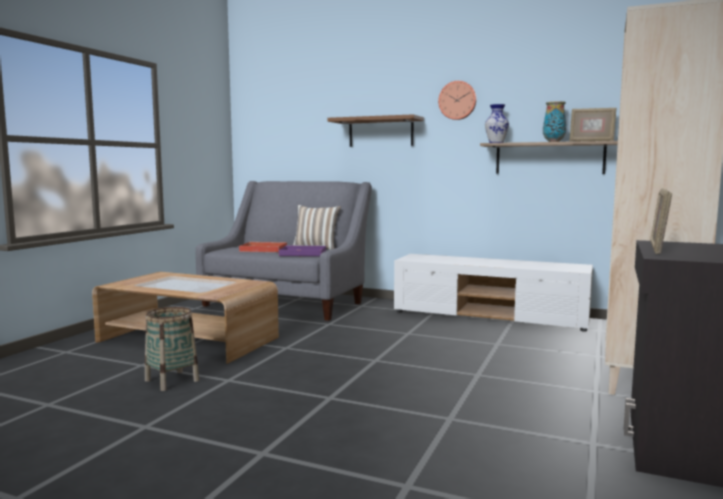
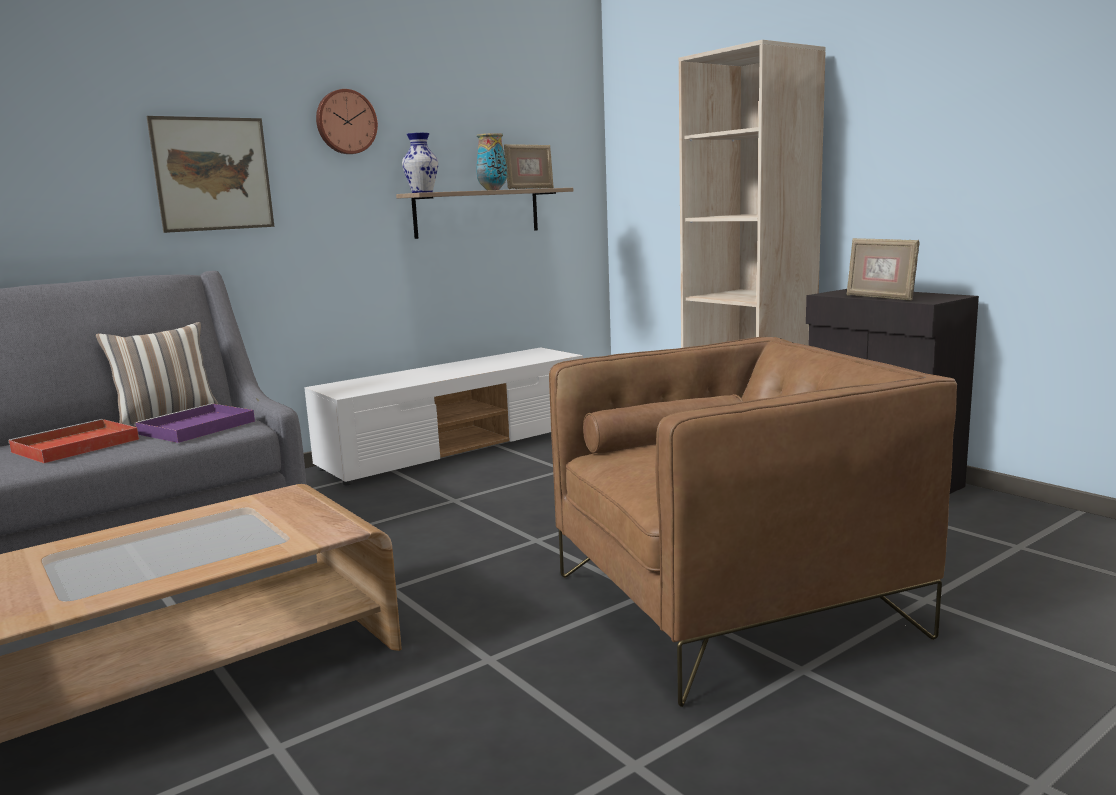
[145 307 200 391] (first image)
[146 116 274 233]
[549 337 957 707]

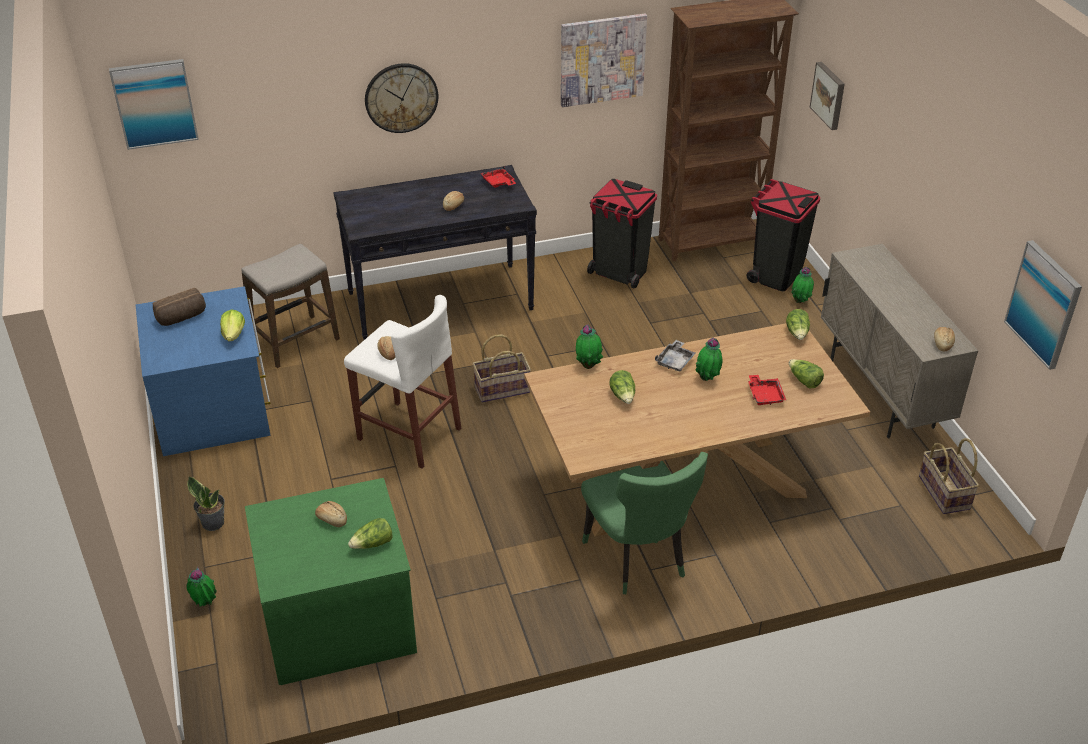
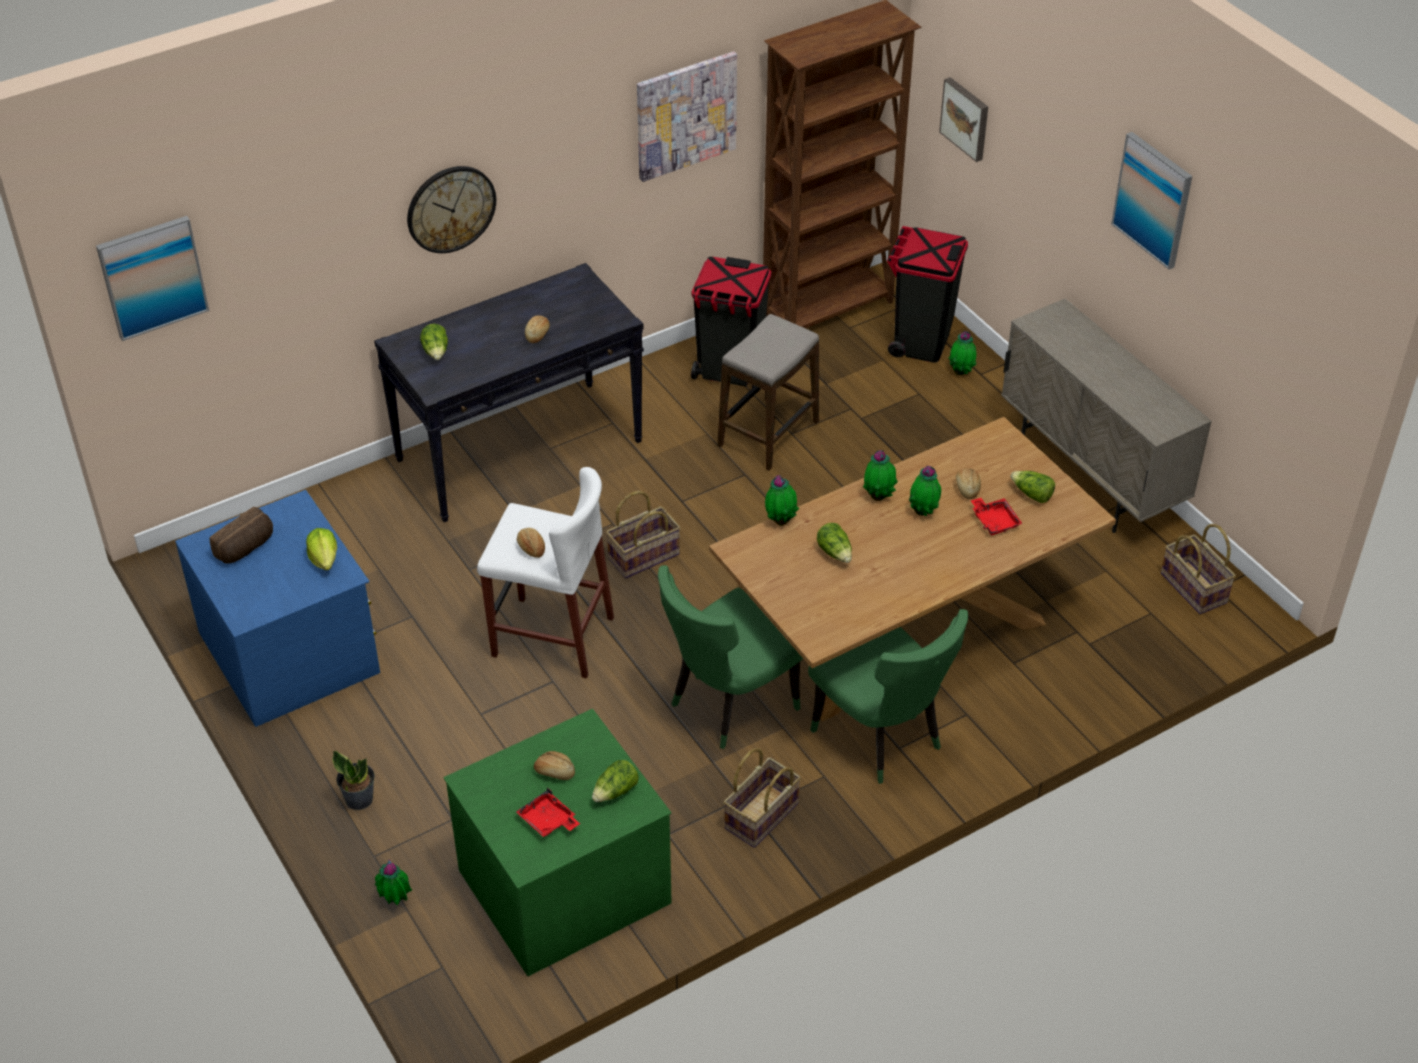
[717 314 819 471]
[516 787 580 837]
[863 450 898 501]
[420 324 448 360]
[956 468 981 499]
[1111 132 1192 270]
[658 565 803 749]
[723 748 801 848]

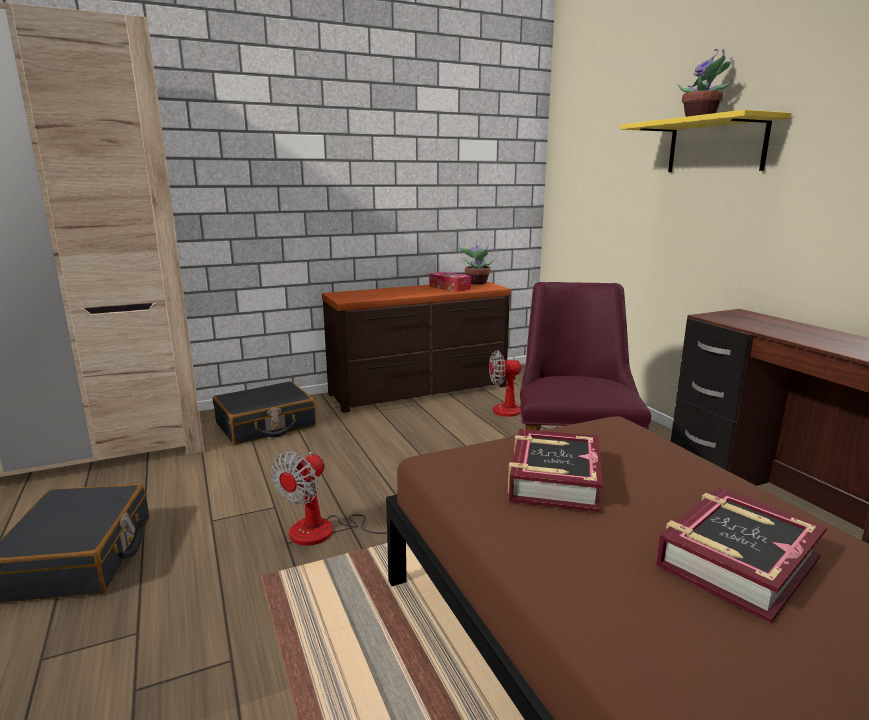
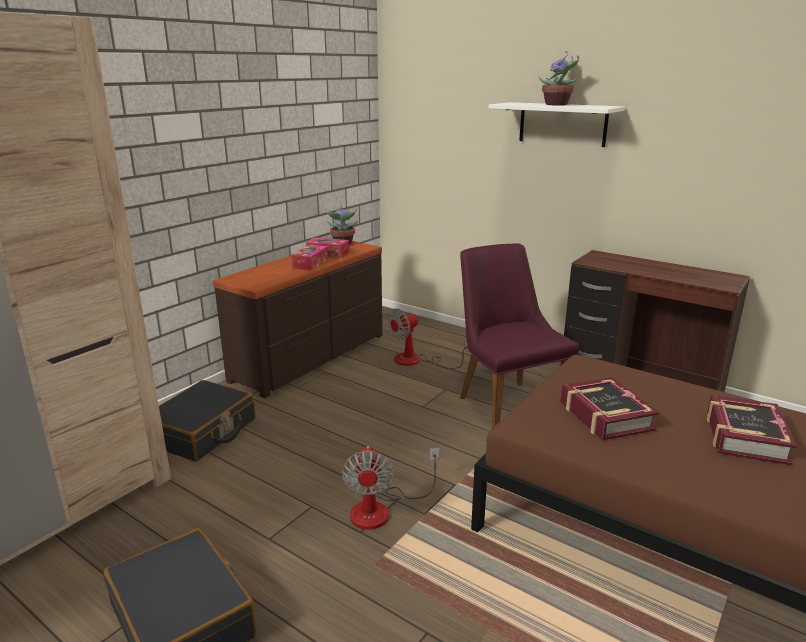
[489 102 625 147]
[291 245 329 271]

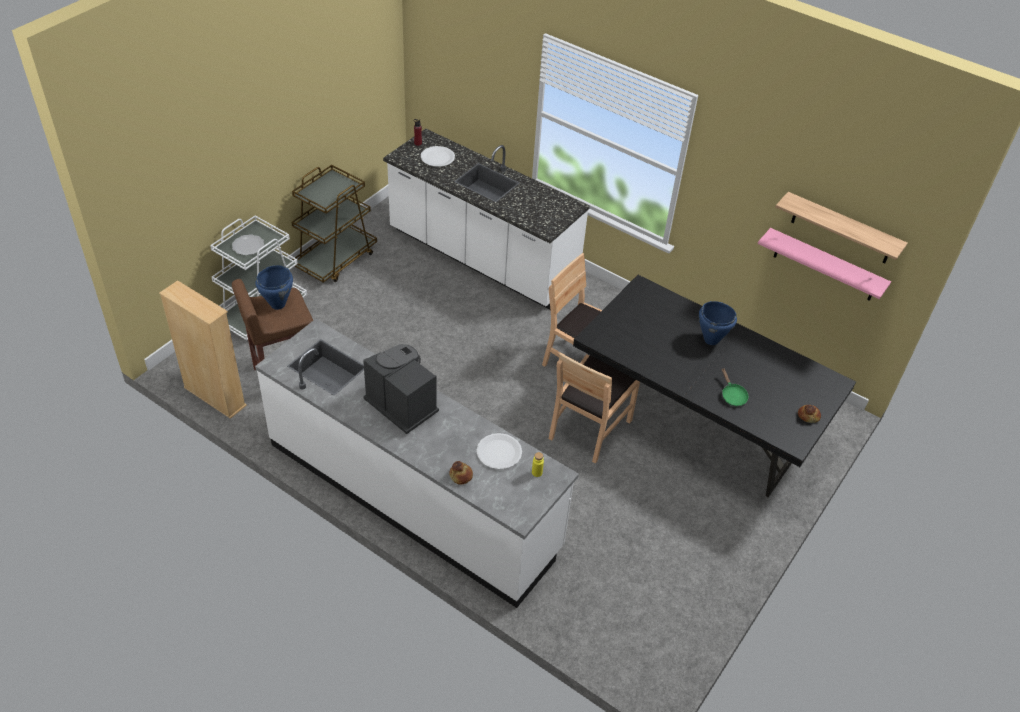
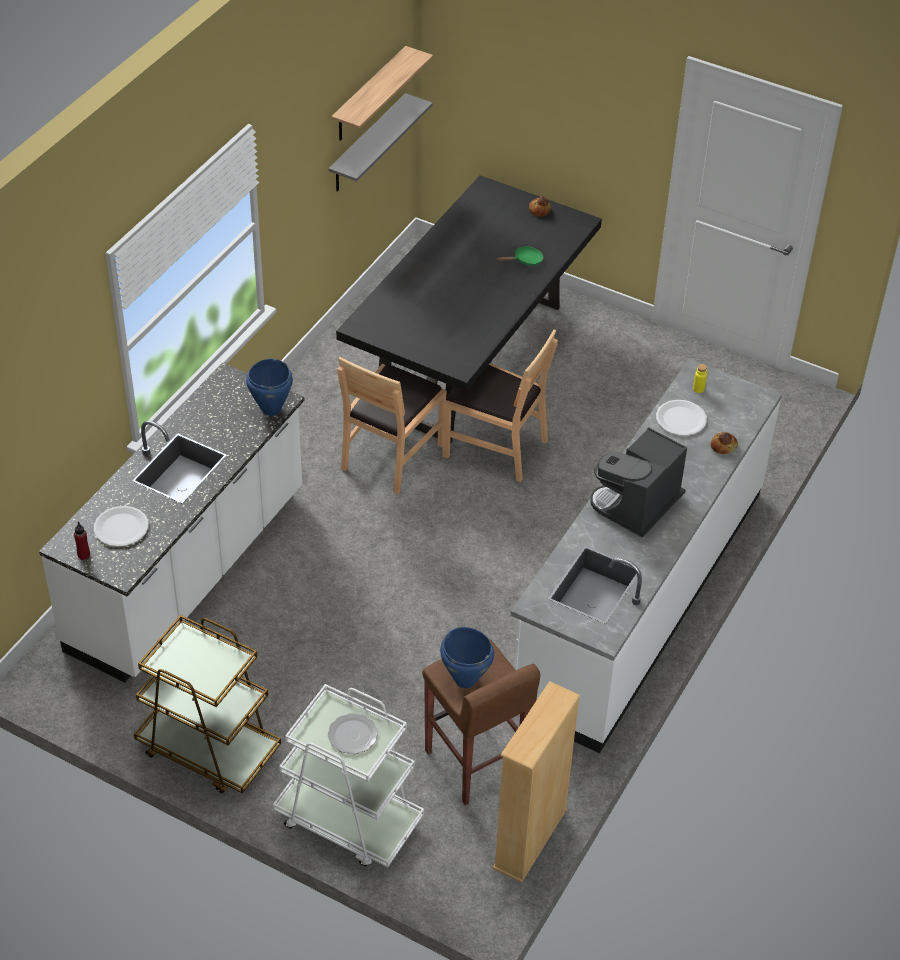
[246 358 293 416]
[328 93 433 192]

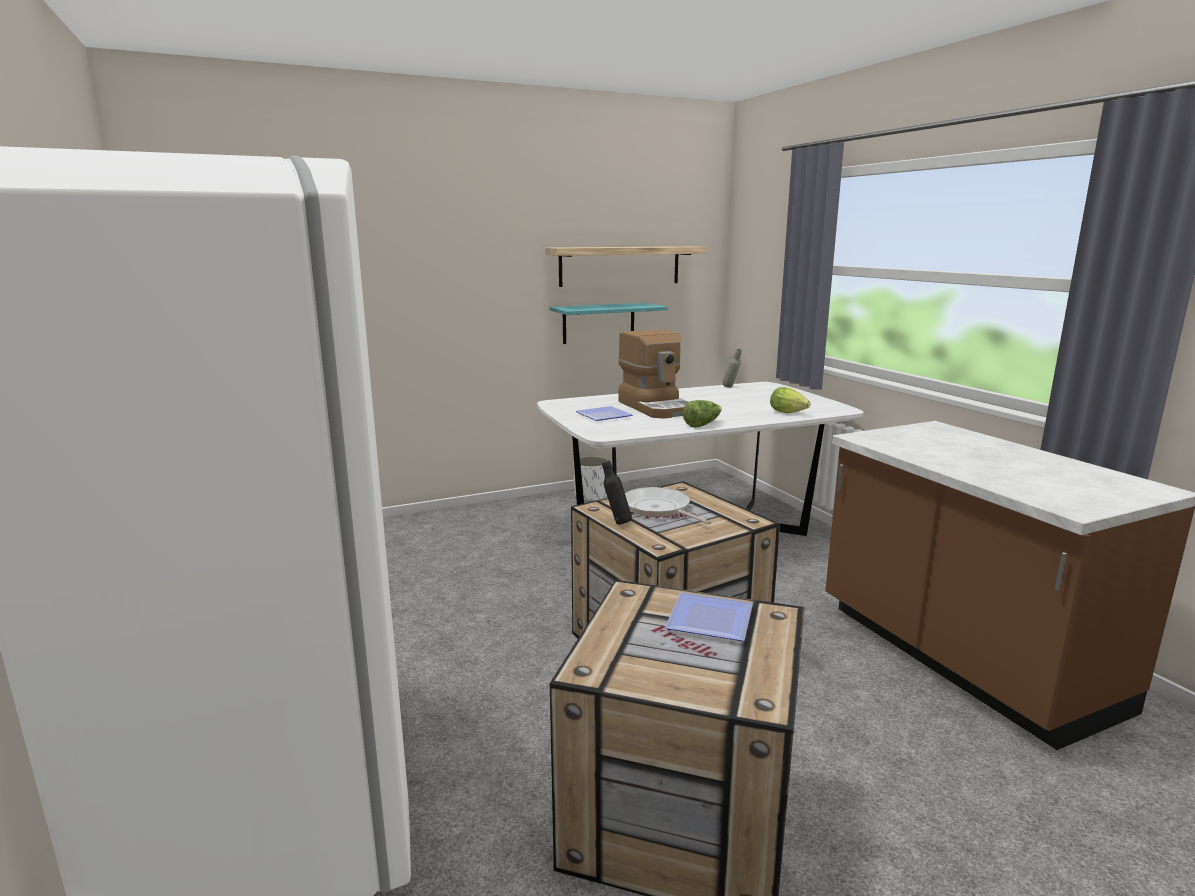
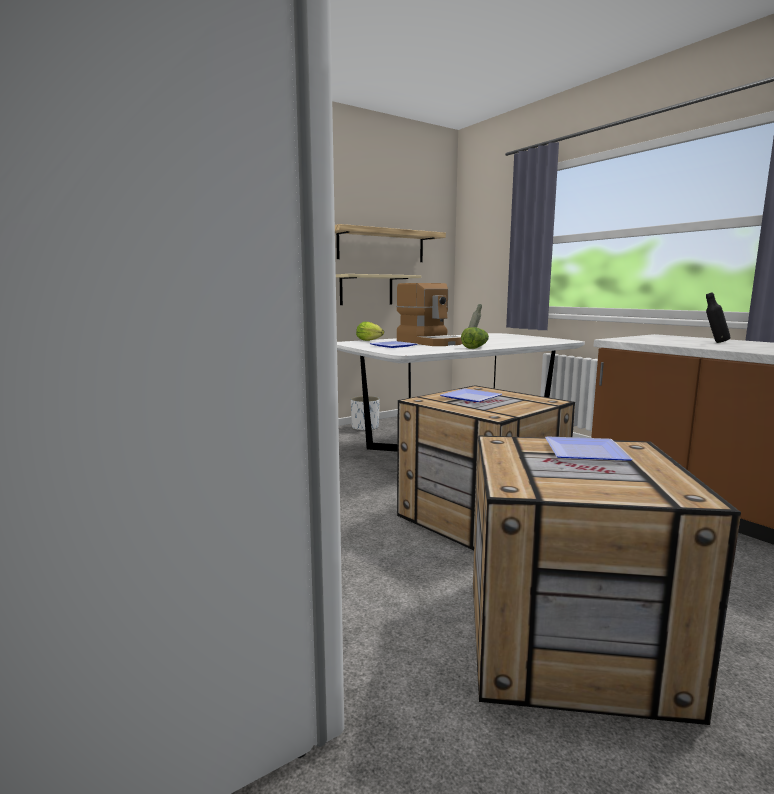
[336 274 421 305]
[706 292 730 343]
[440 388 502 402]
[356 322 384 341]

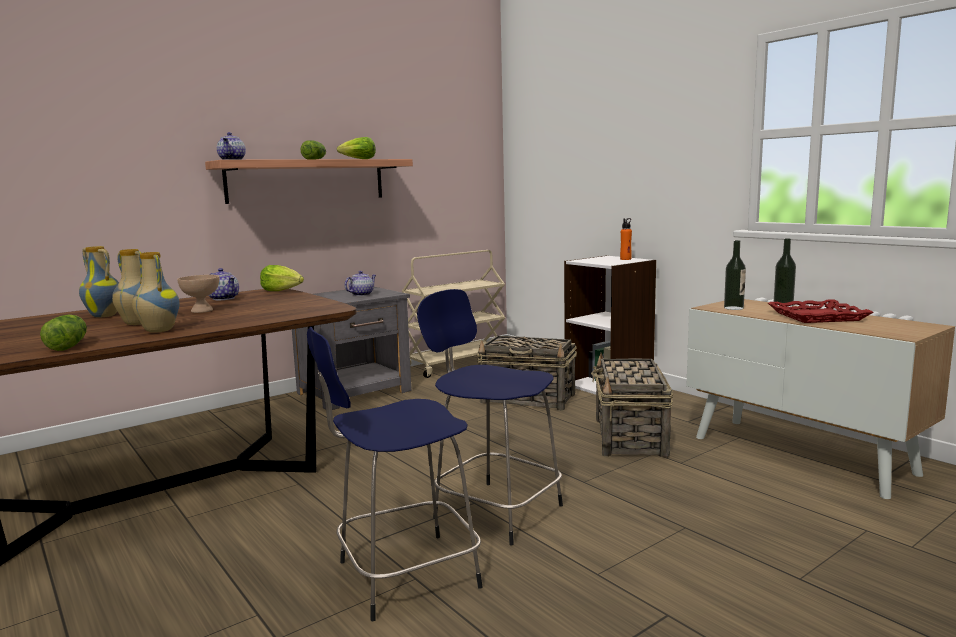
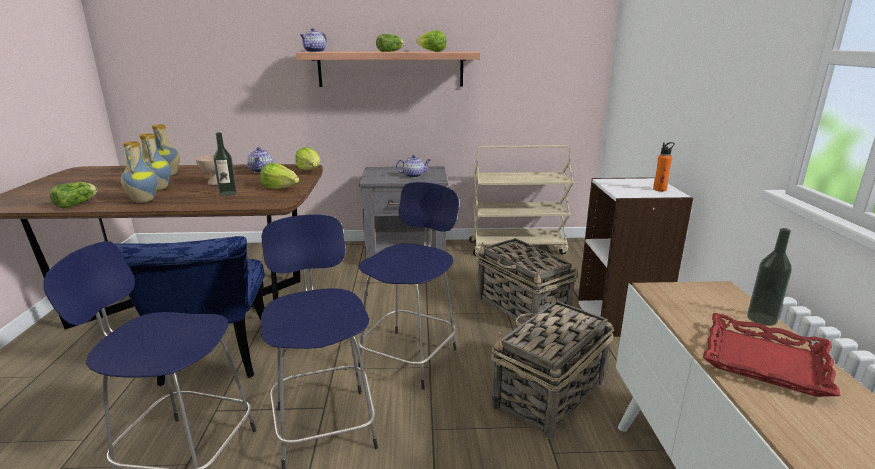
[213 132 237 196]
[114 236 265 386]
[260 163 299 189]
[358 182 459 390]

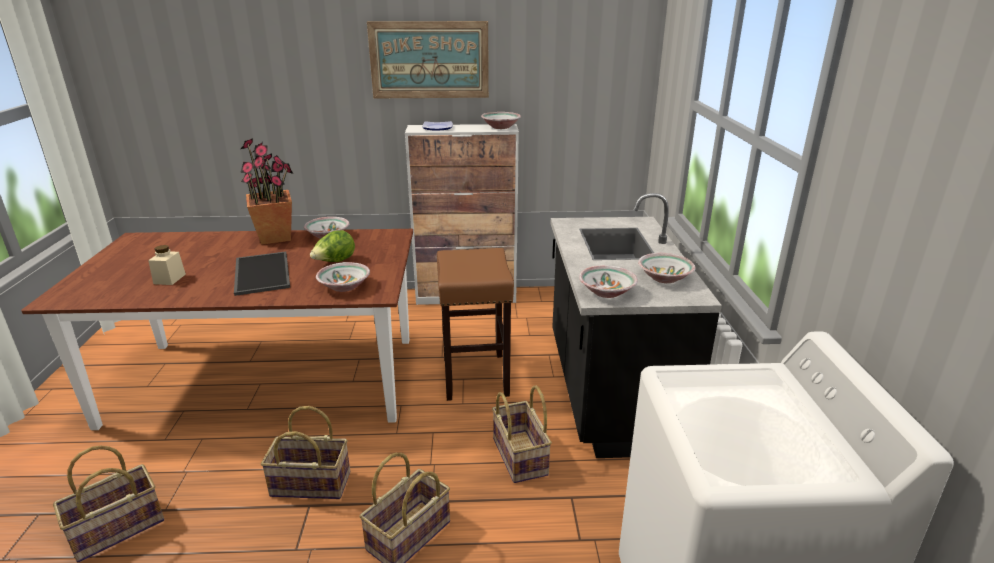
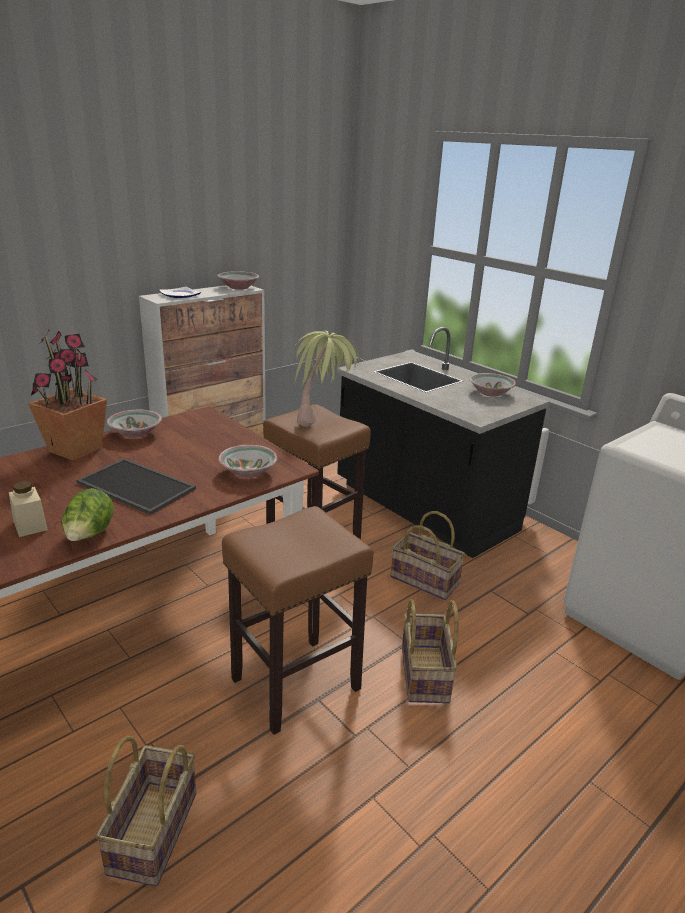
[222 506 374 735]
[62 488 114 541]
[367 21 489 98] (first image)
[579 265 638 298] (first image)
[294 331 359 427]

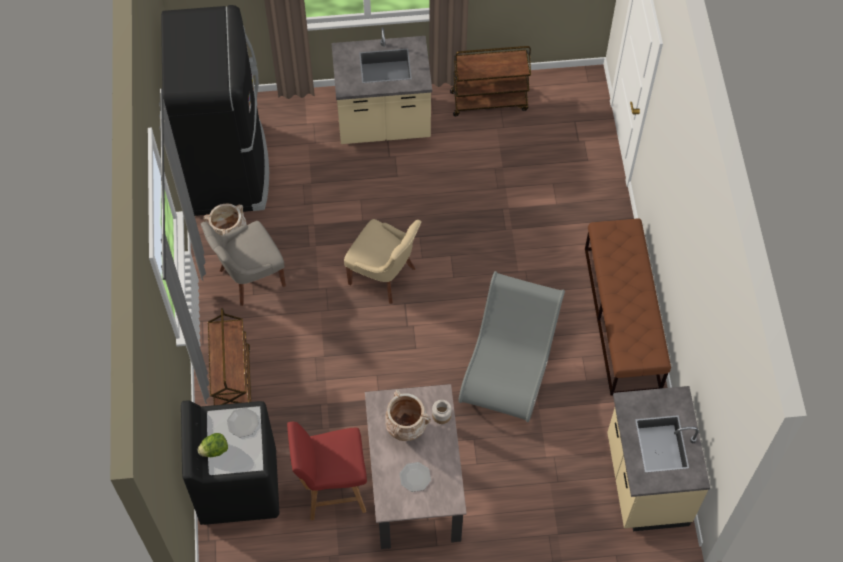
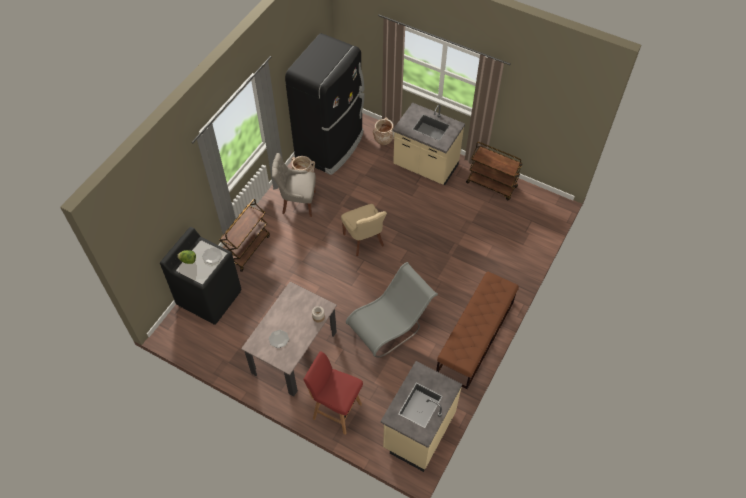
[303 351 363 435]
[373 117 394 145]

